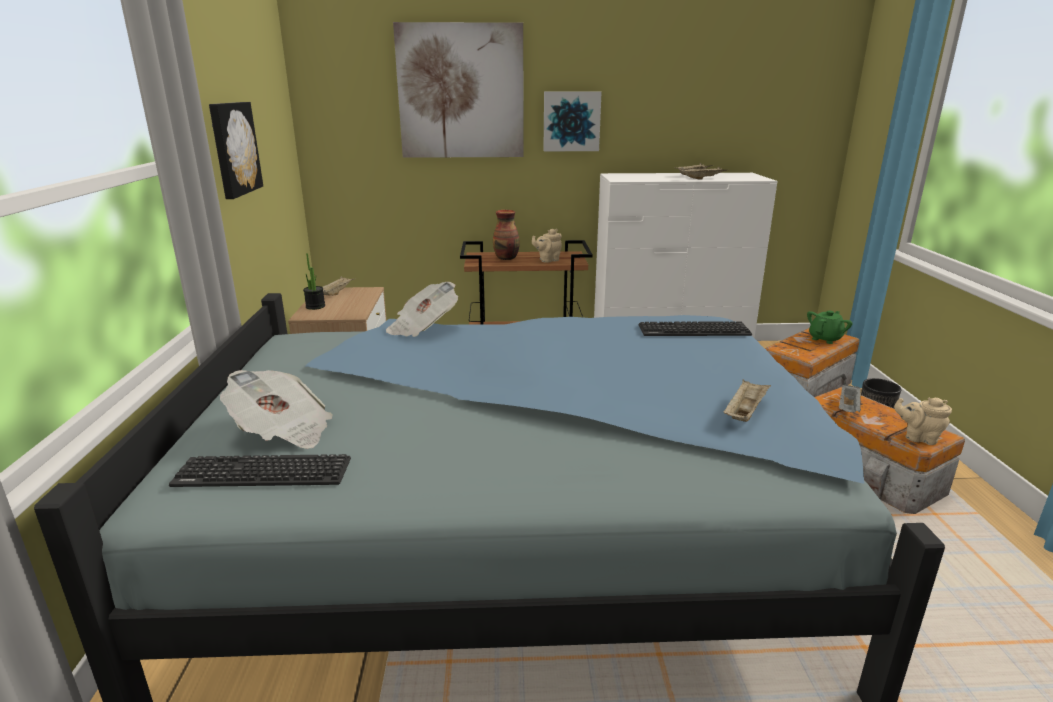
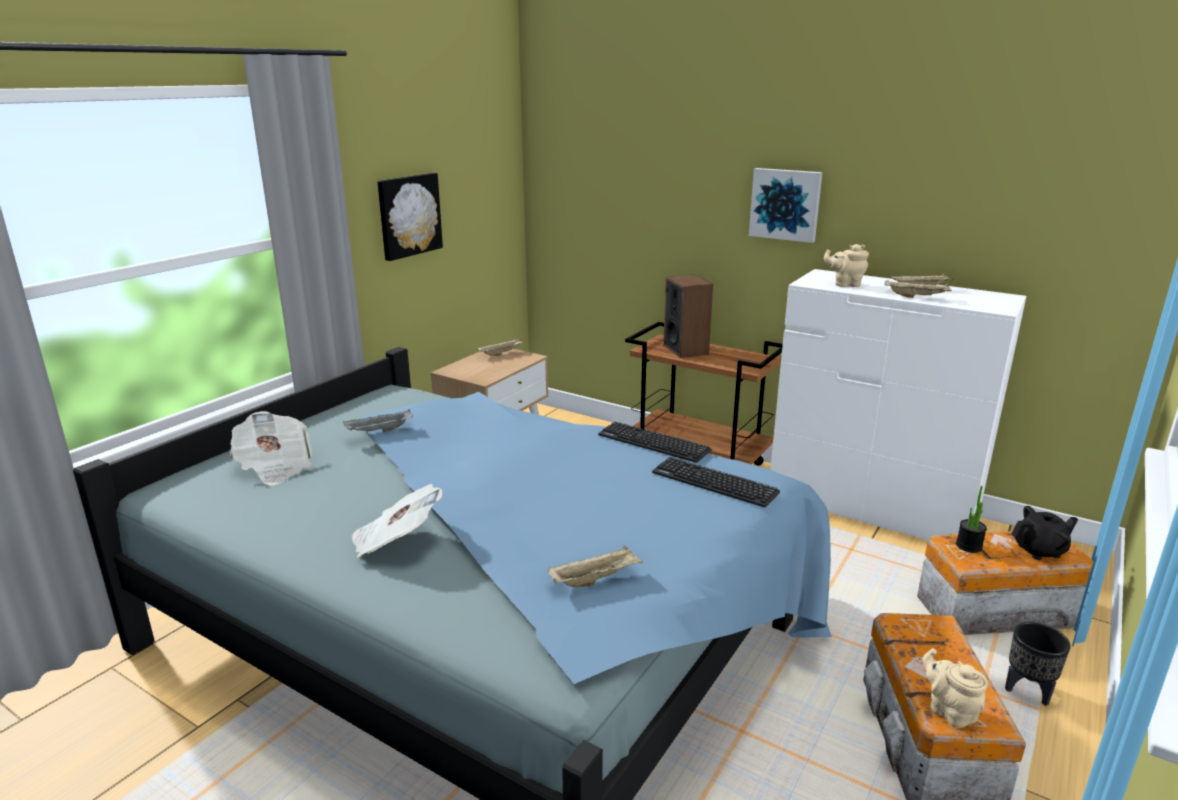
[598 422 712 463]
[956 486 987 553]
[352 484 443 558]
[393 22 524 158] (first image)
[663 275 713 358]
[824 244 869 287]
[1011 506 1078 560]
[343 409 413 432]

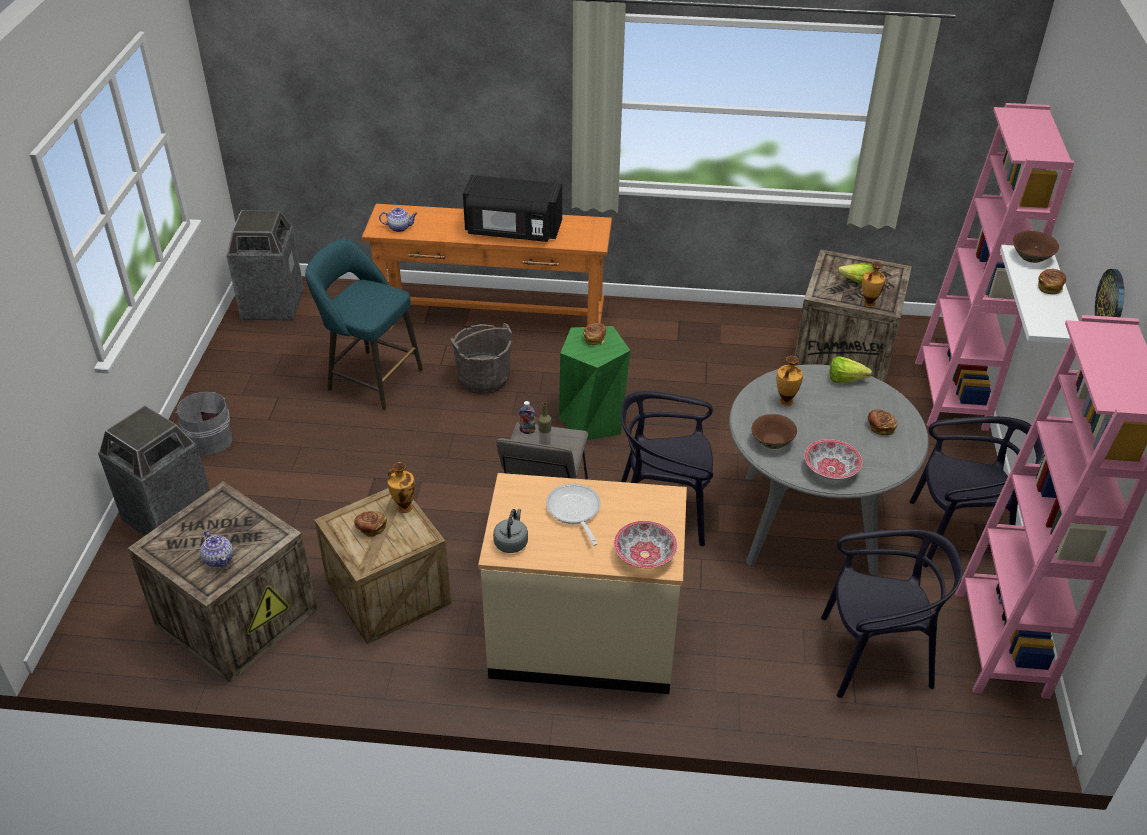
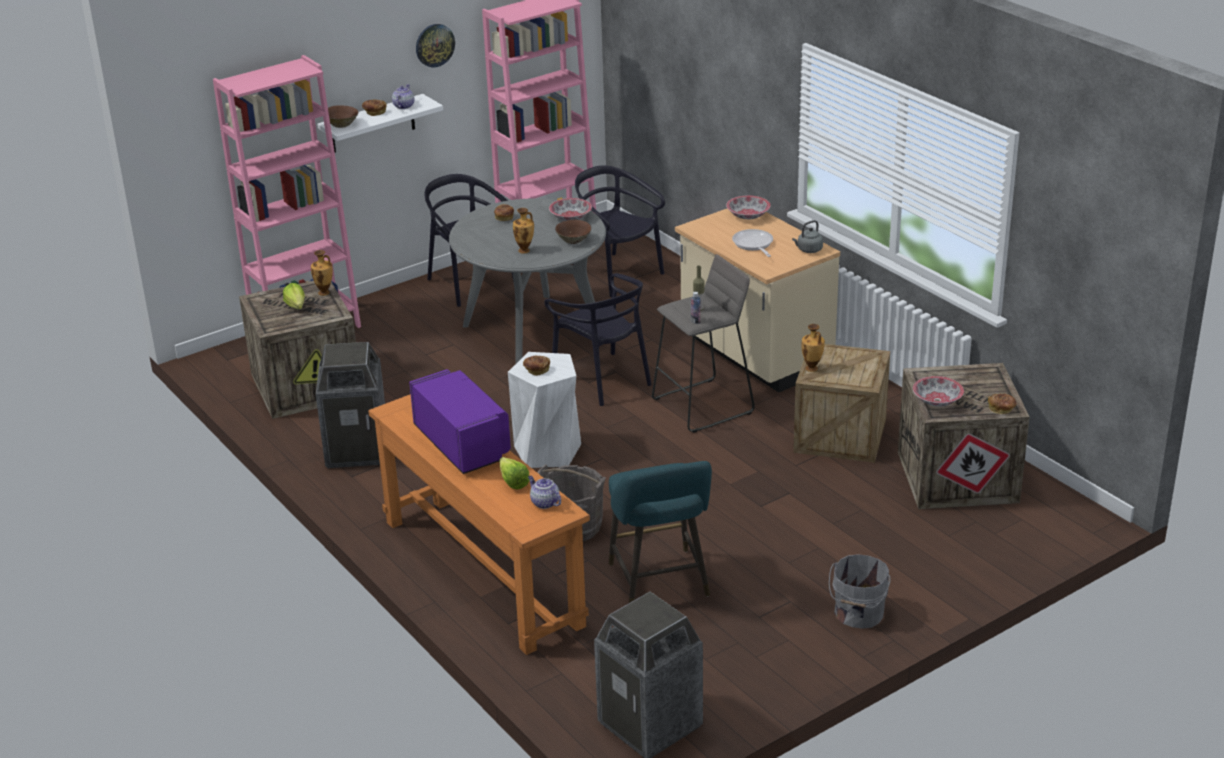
[316 342 385 468]
[392 84 414 109]
[988 394 1017 414]
[409 369 511 474]
[732 229 773 257]
[508 352 581 468]
[499 457 530 489]
[913 376 964 407]

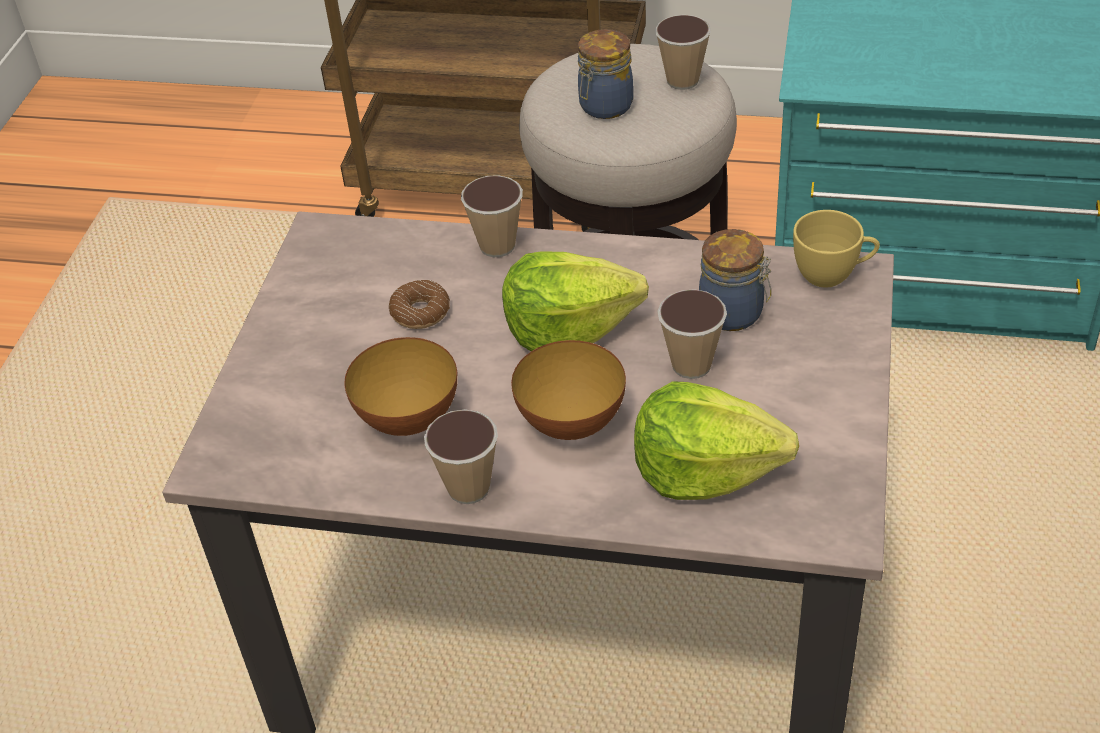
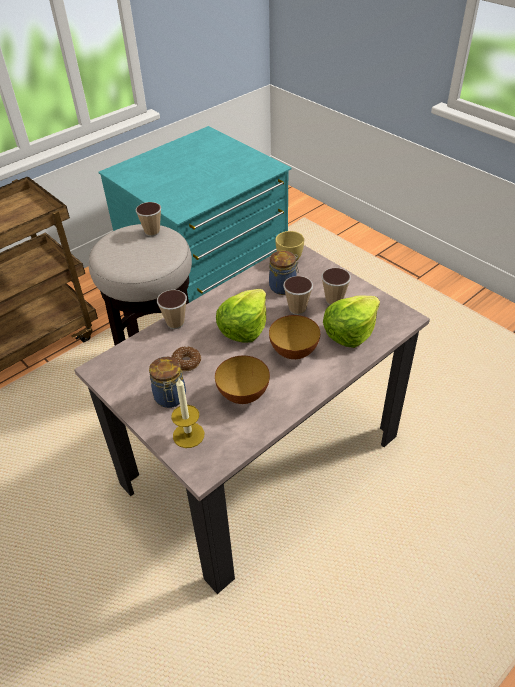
[322 268 351 305]
[149 357 186 408]
[171 378 204 448]

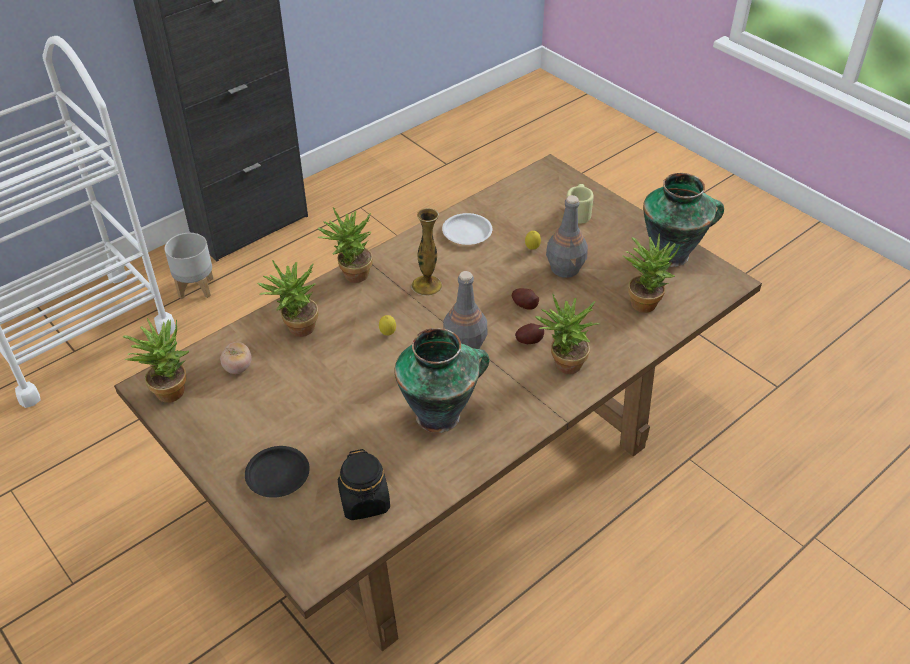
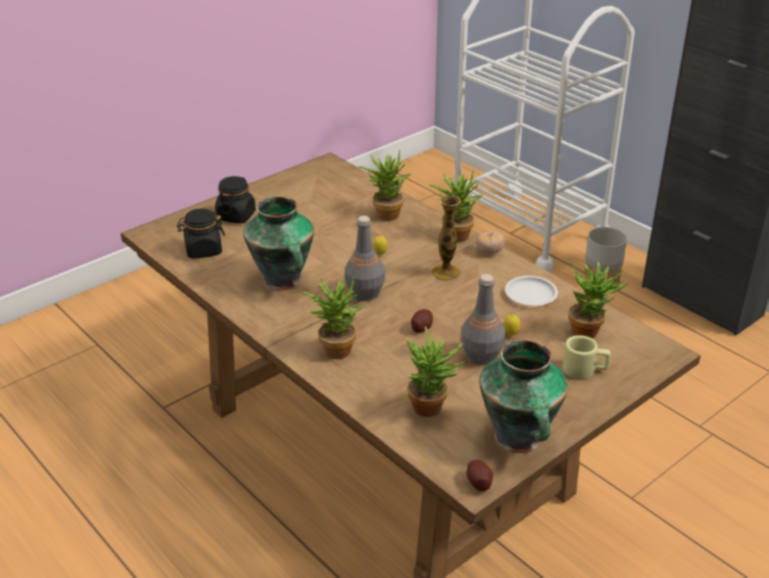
[568 262 628 338]
[476 231 505 255]
[215 176 256 224]
[466 460 493 491]

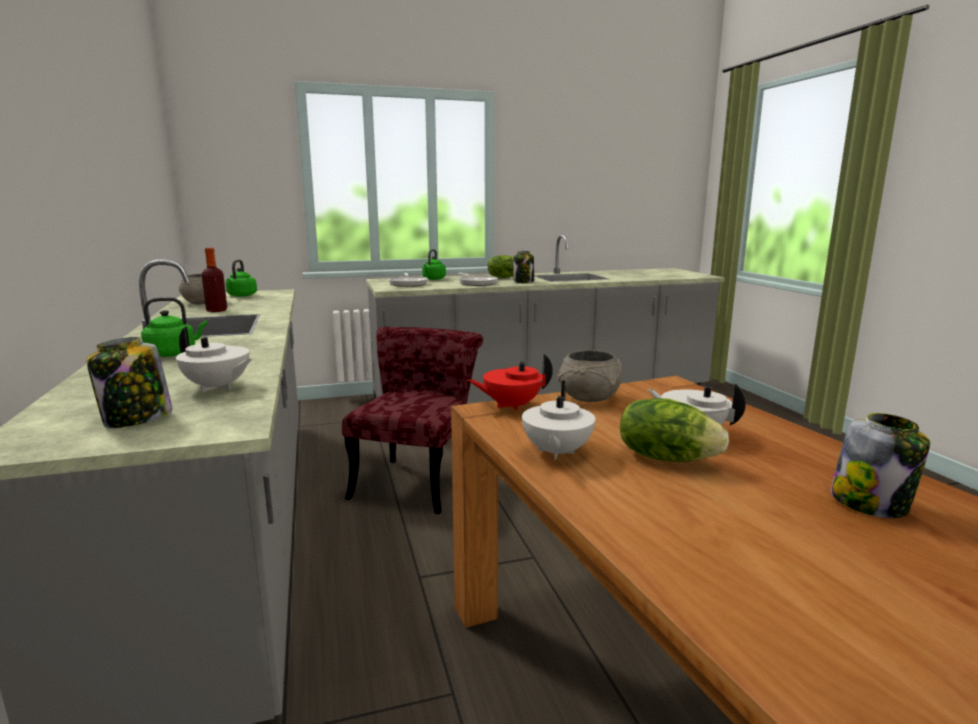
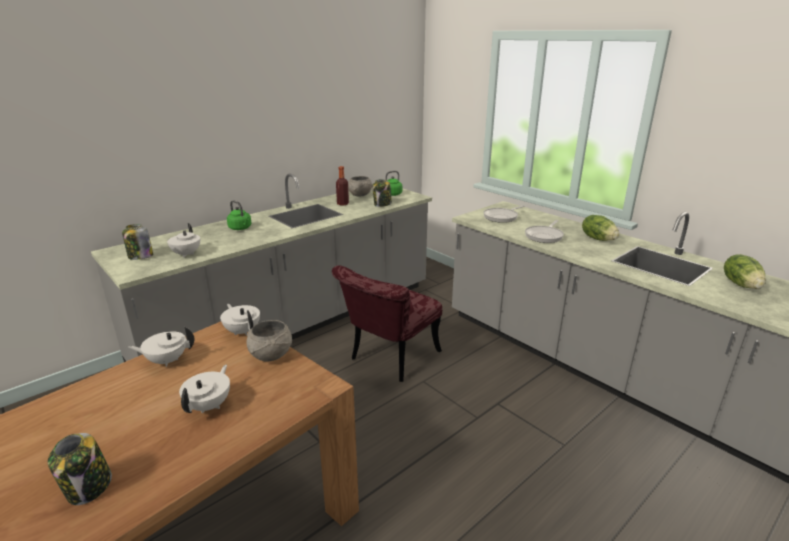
[332 265 442 382]
[422 249 446 280] (first image)
[220 303 260 336]
[372 179 392 207]
[724 254 766 289]

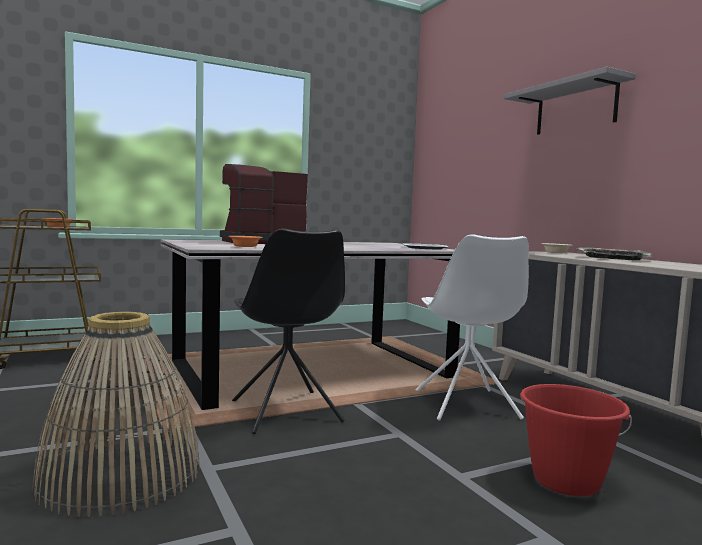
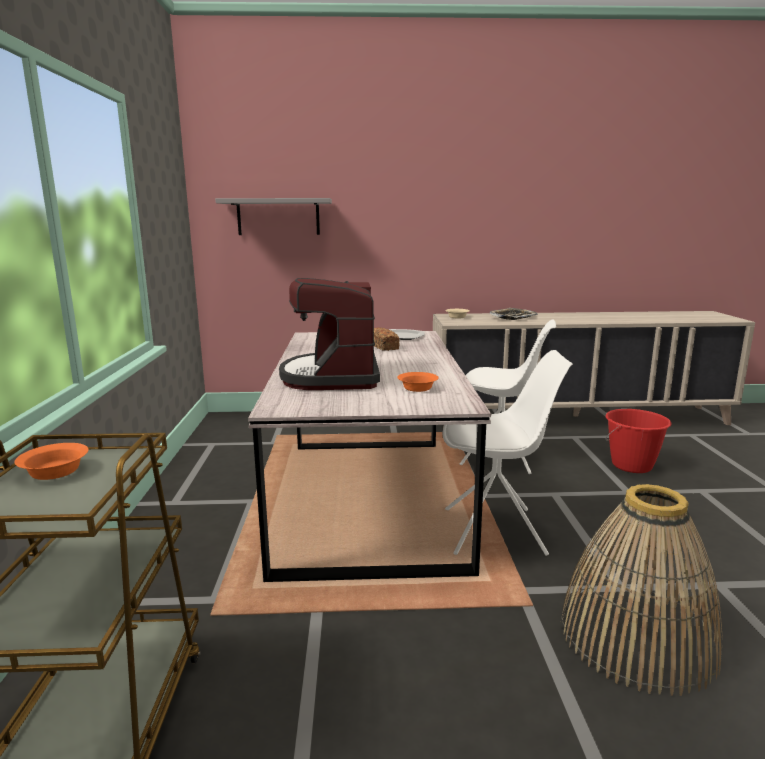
[443 350 573 556]
[215 198 332 235]
[374 327 400 351]

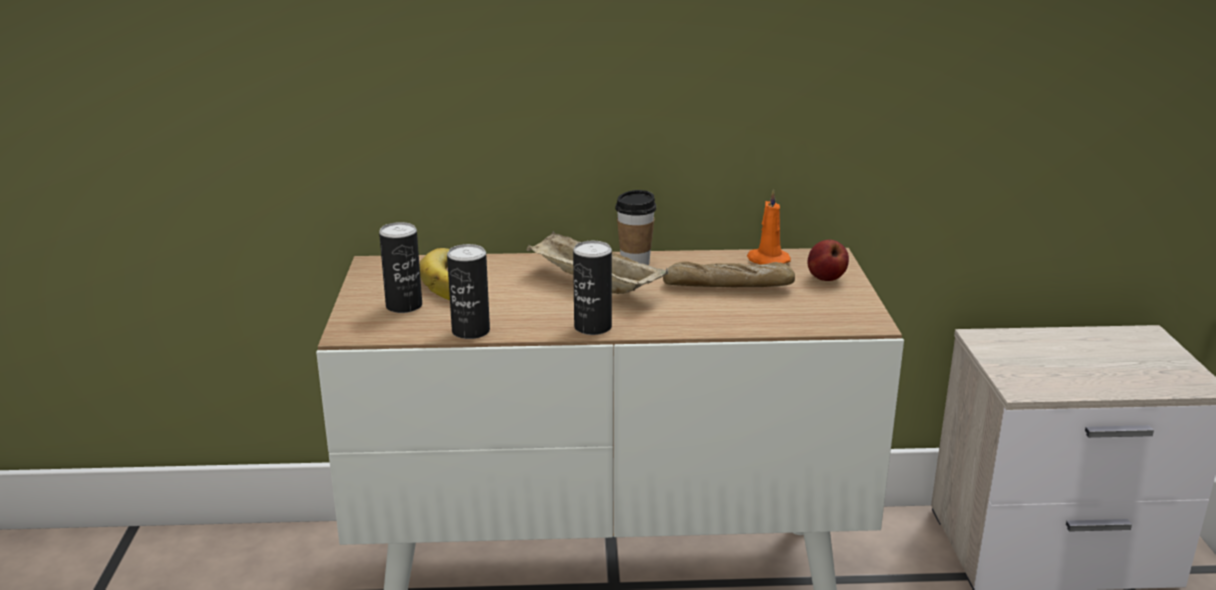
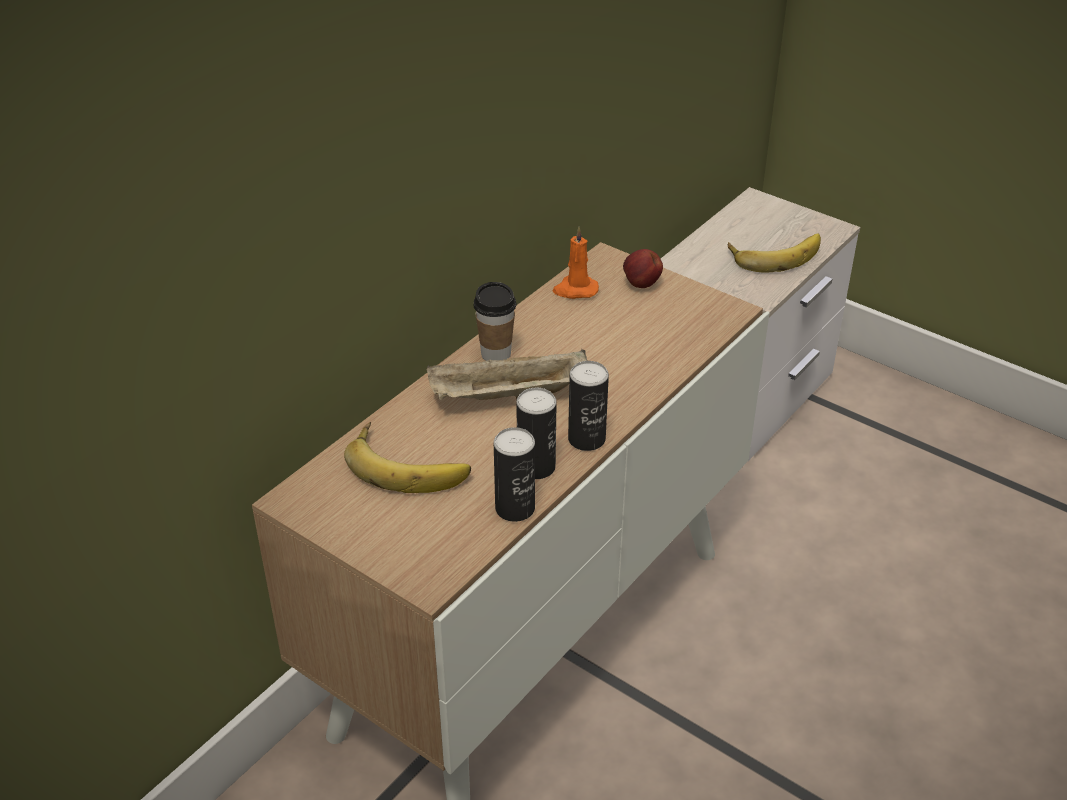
[516 388 557 479]
[663 262 795 287] (first image)
[728 234 821 273]

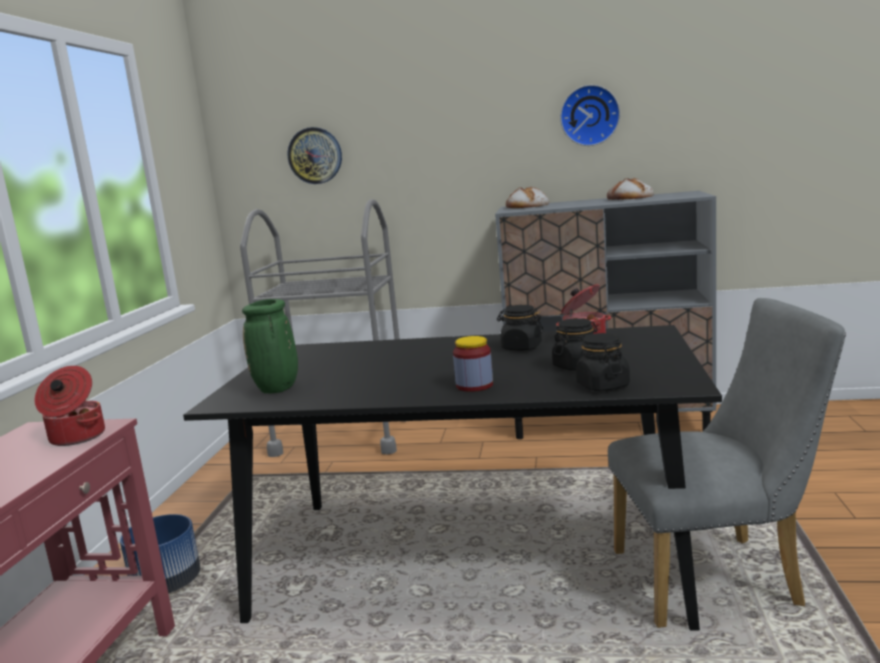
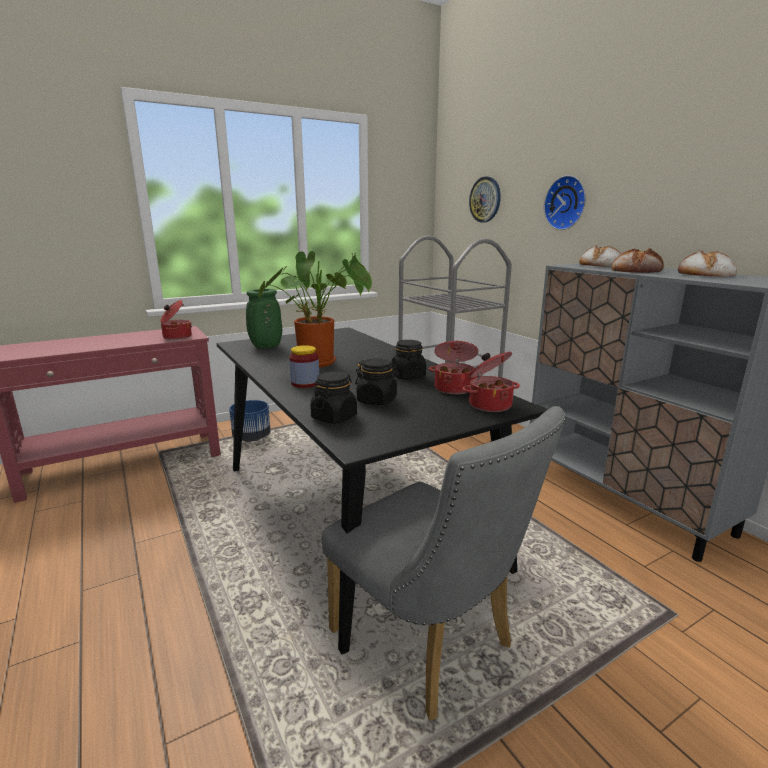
[544 175 586 230]
[258 251 372 368]
[462 352 520 412]
[611 248 664 273]

